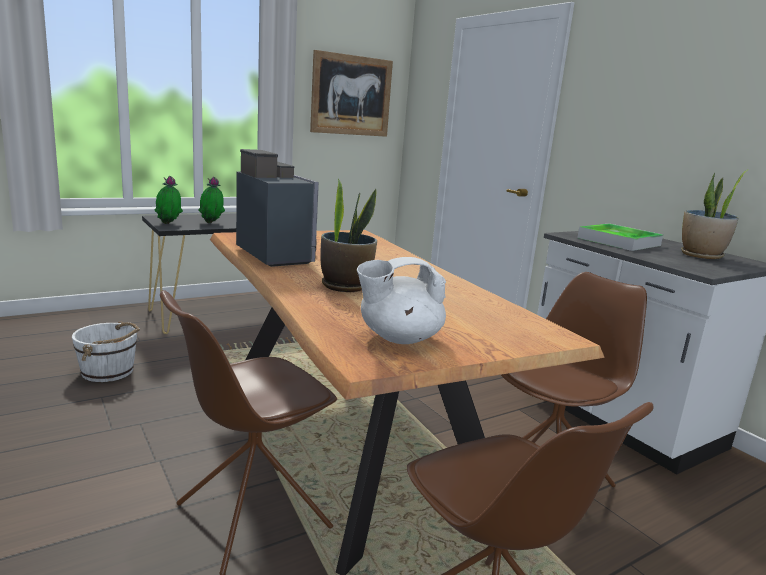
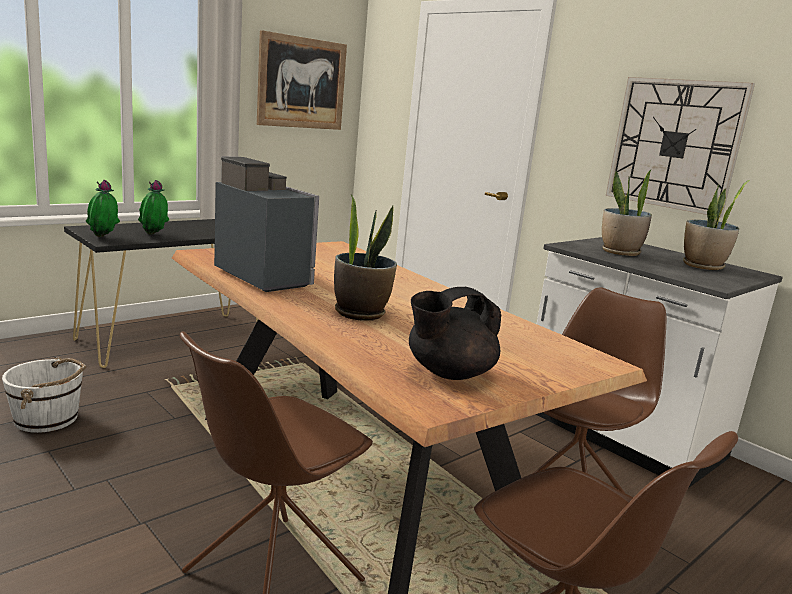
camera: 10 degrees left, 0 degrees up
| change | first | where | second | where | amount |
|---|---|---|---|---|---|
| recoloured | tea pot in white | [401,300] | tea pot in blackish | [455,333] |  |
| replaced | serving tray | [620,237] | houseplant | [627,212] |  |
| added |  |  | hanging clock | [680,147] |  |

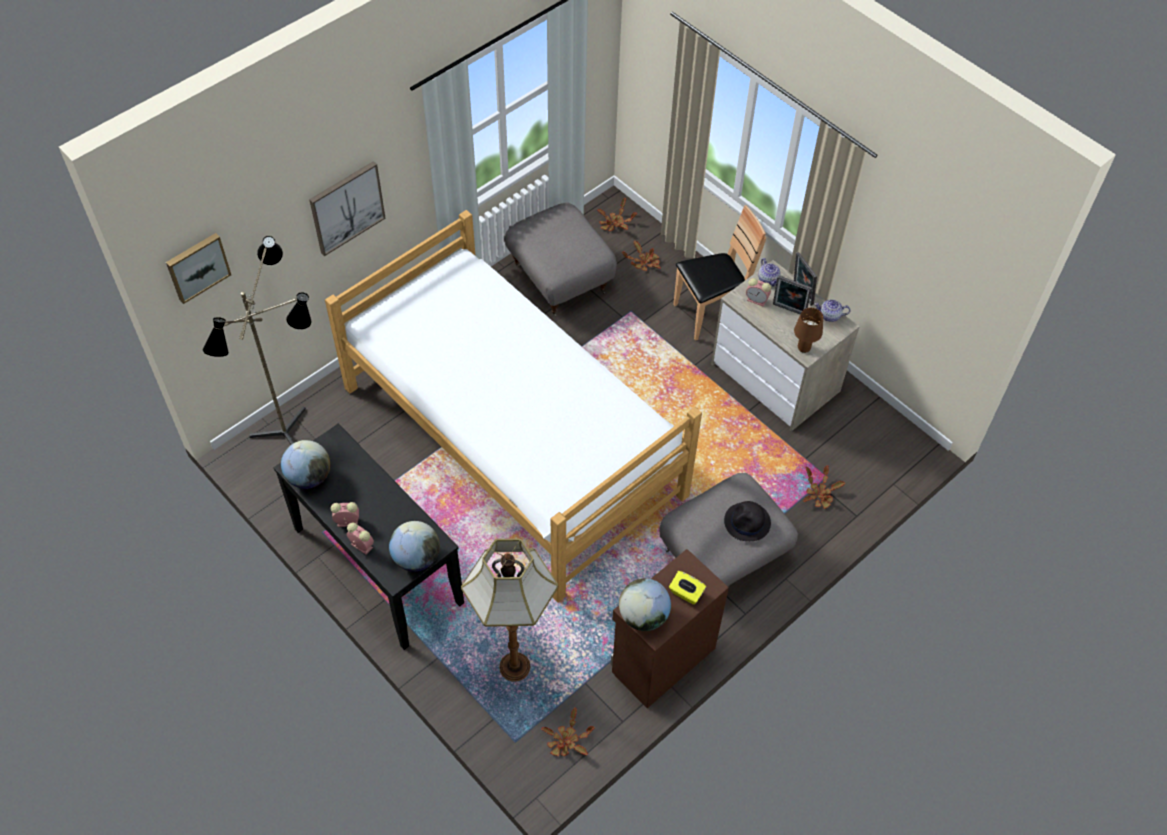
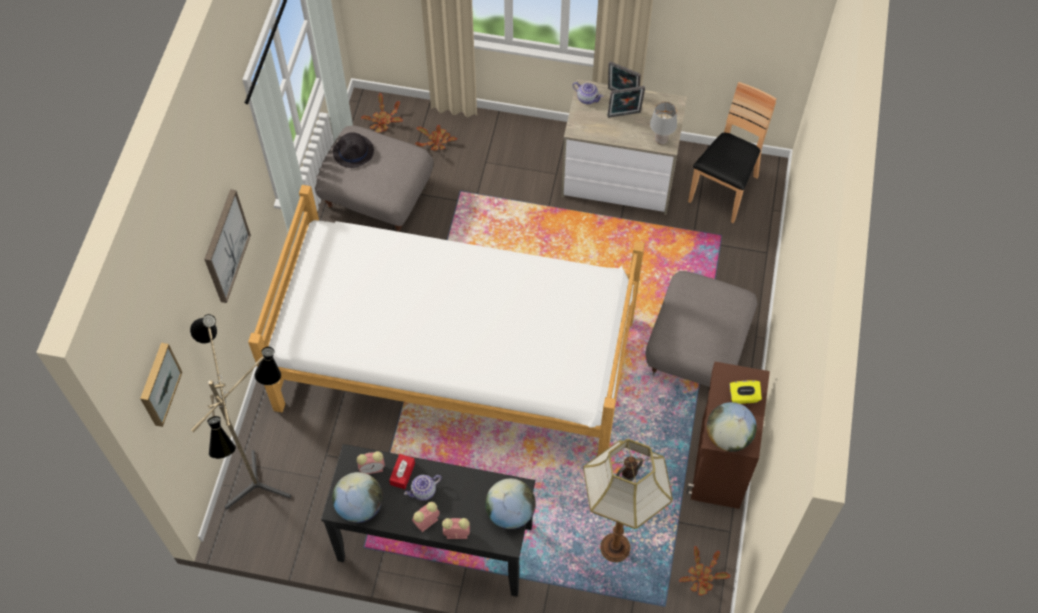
camera: 35 degrees left, 5 degrees up
| change | first | where | second | where | amount |
|---|---|---|---|---|---|
| moved | wearable hat in blackish | [747,521] |  | [353,150] |  |
| moved | bedside clock | [758,292] |  | [371,462] |  |
| added |  |  | tissue box in red | [402,471] |  |
| moved | tea pot | [832,310] |  | [423,488] |  |
| recoloured | lamp for a table in brownish | [808,330] | lamp for a table in gray | [663,123] |  |
| moved | plain chair in brownish | [719,273] |  | [732,152] |  |
| removed | houseplant | [824,487] |  |  |  |

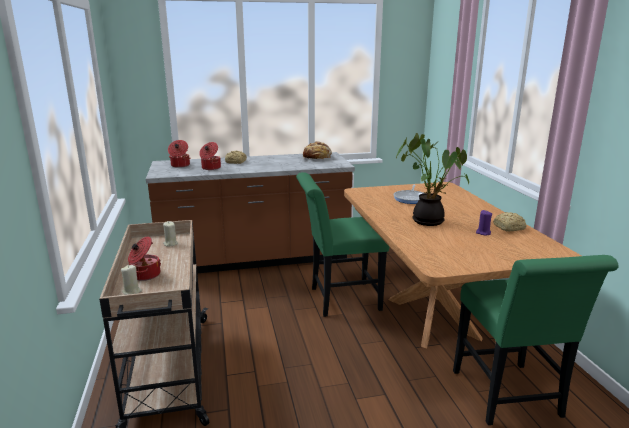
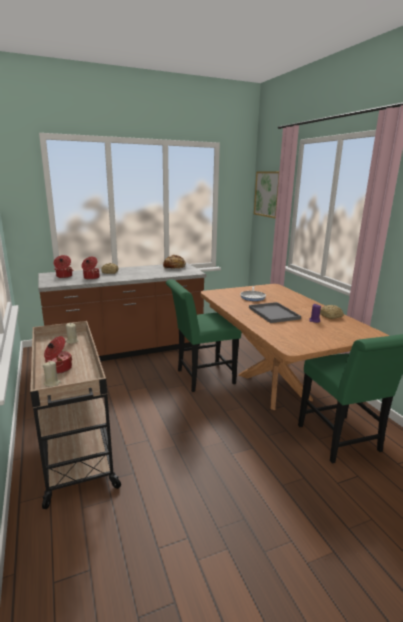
camera: 10 degrees left, 0 degrees up
| change | first | where | second | where | amount |
|---|---|---|---|---|---|
| replaced | houseplant | [432,179] | serving tray in gray | [275,312] |  |
| added |  |  | wall art | [266,195] |  |

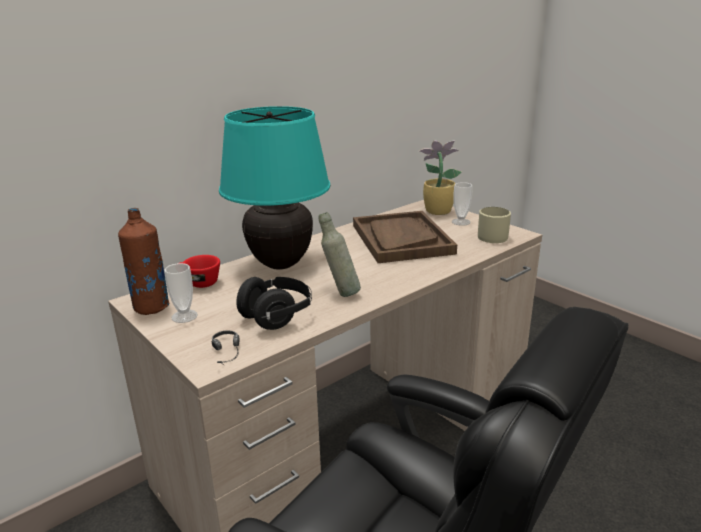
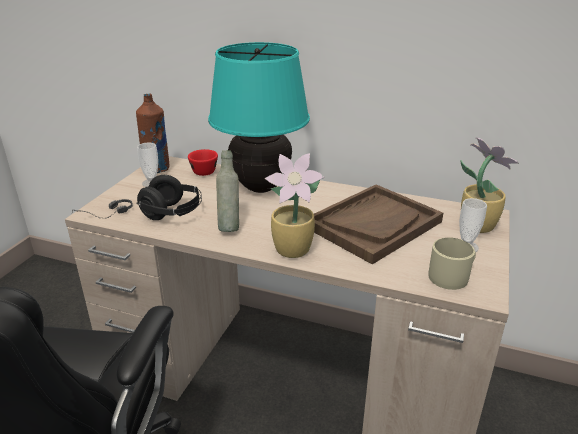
camera: 60 degrees right, 5 degrees up
| change | first | where | second | where | amount |
|---|---|---|---|---|---|
| added |  |  | houseplant | [295,205] |  |

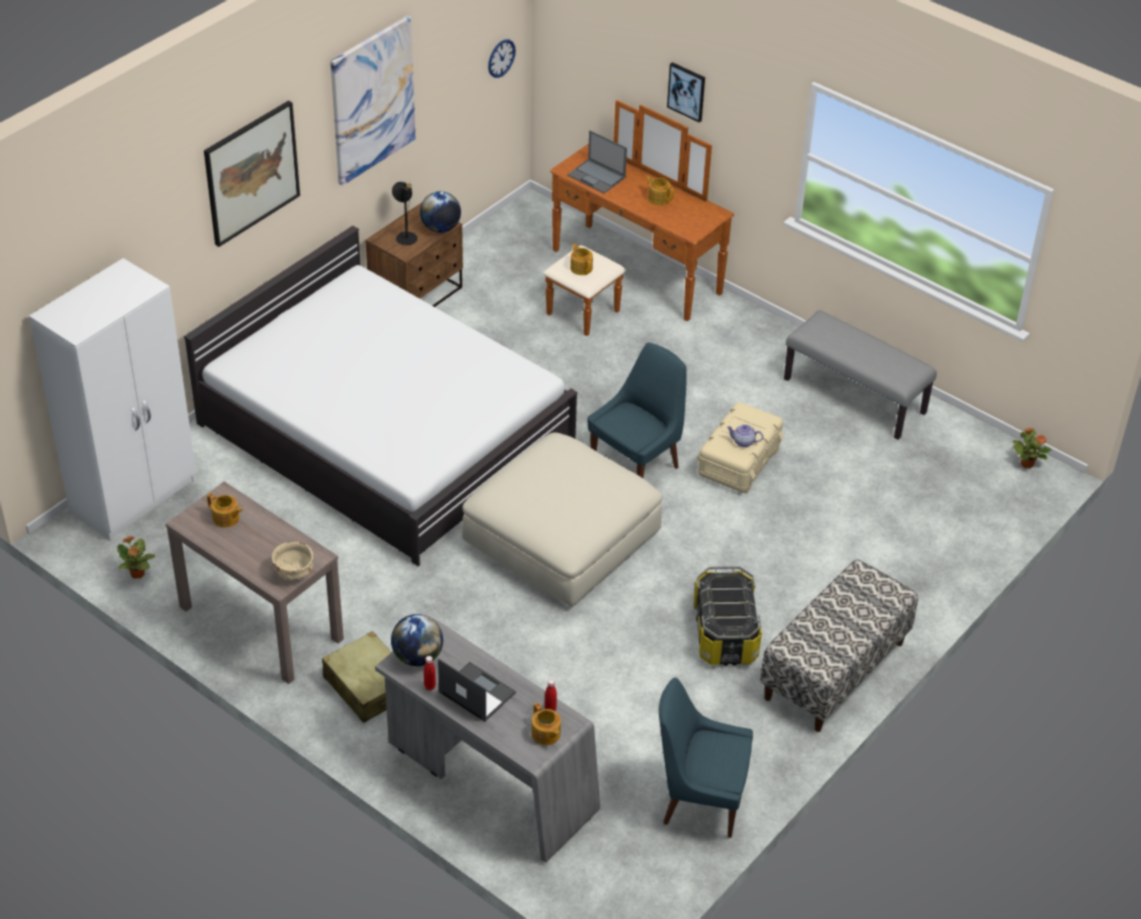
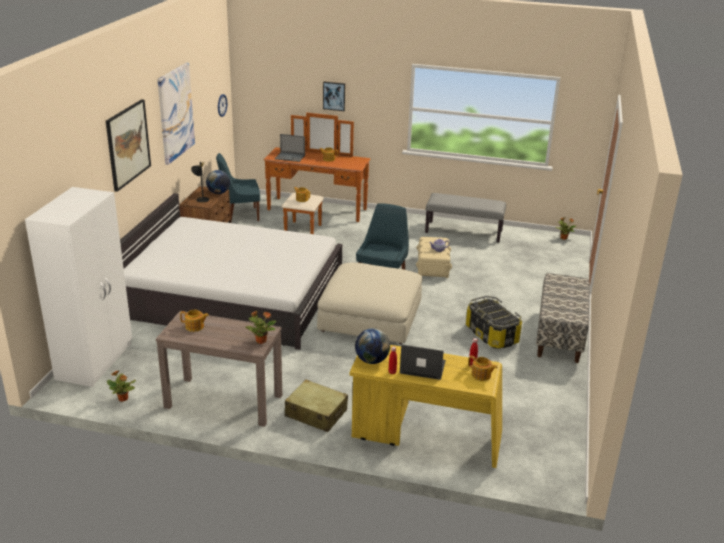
camera: 25 degrees left, 15 degrees down
| change | first | where | second | where | amount |
|---|---|---|---|---|---|
| moved | plain chair in bluish | [706,757] |  | [238,188] |  |
| replaced | deep dish in beige-coloured | [293,561] | houseplant | [260,327] |  |
| recoloured | desk table in gray | [487,740] | desk table in yellowish | [426,406] |  |

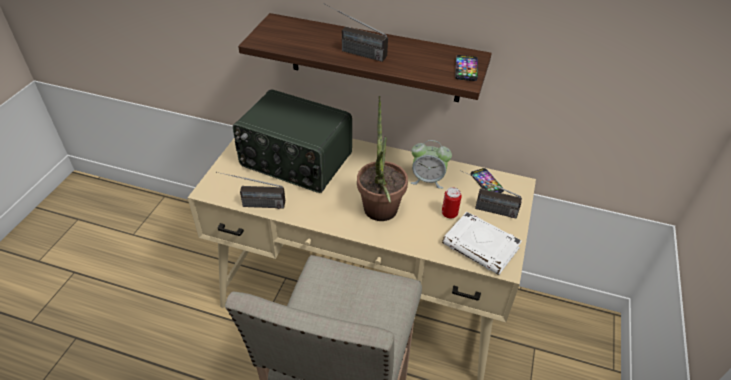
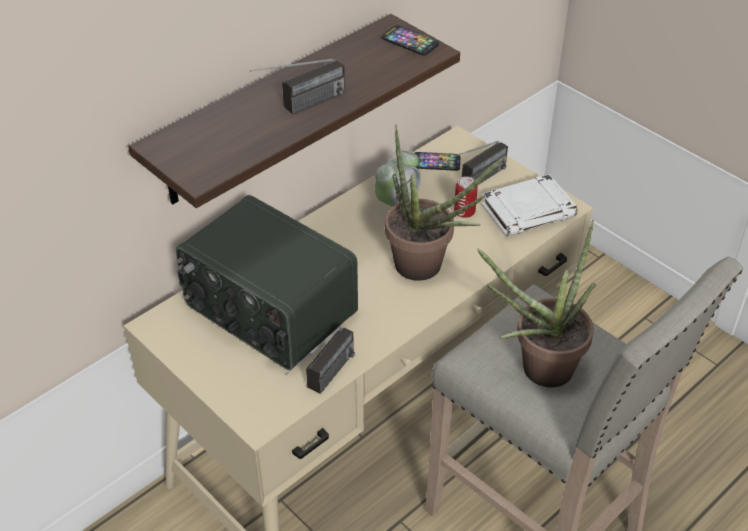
camera: 60 degrees left, 0 degrees up
| change | first | where | second | where | amount |
|---|---|---|---|---|---|
| turned | radio receiver | [292,141] |  | [267,282] | 75 degrees clockwise |
| added |  |  | houseplant | [536,303] |  |

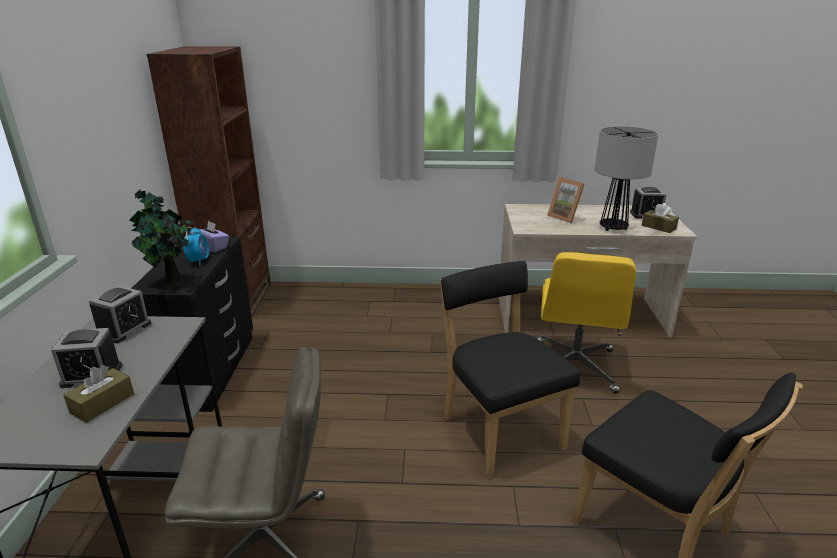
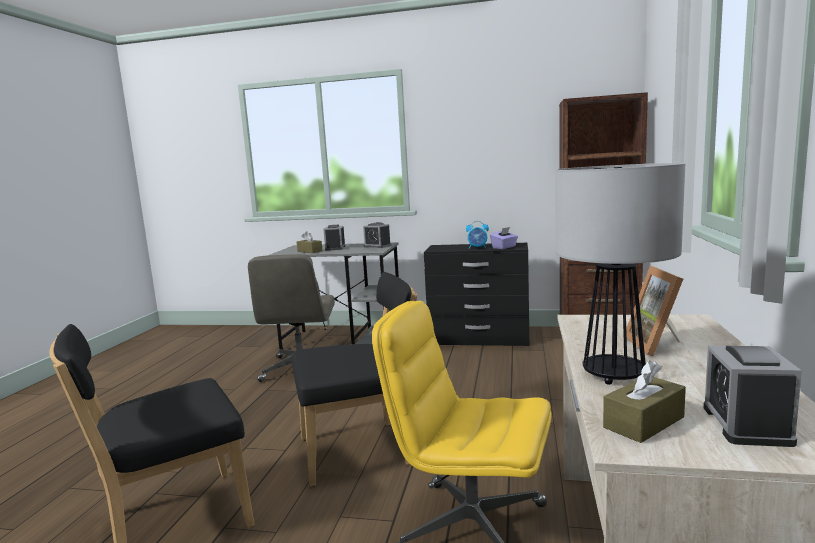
camera: 100 degrees right, 15 degrees down
| change | first | where | second | where | amount |
|---|---|---|---|---|---|
| turned | photo frame | [565,200] |  | [654,311] | 60 degrees counterclockwise |
| removed | houseplant | [162,238] |  |  |  |

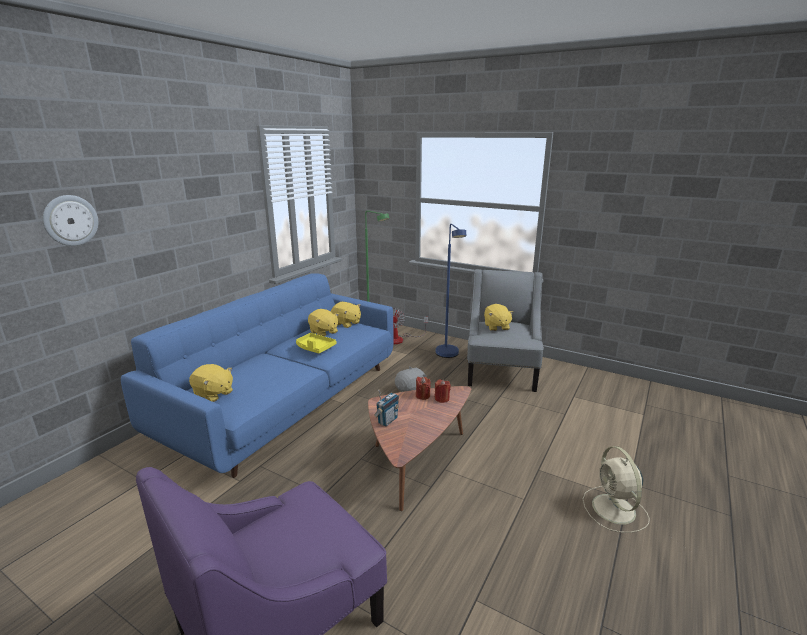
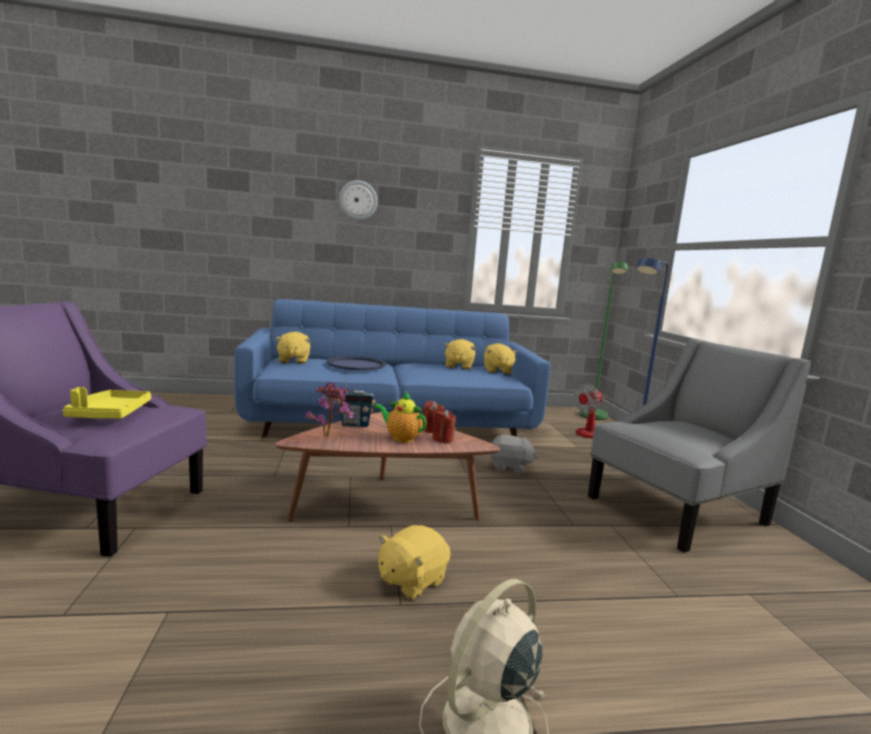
camera: 50 degrees right, 10 degrees down
| change | first | where | second | where | amount |
|---|---|---|---|---|---|
| moved | serving tray in yellowish | [316,343] |  | [107,402] |  |
| added |  |  | houseplant | [329,409] |  |
| added |  |  | serving tray in bluish | [356,363] |  |
| moved | hanging clock | [70,220] |  | [358,200] |  |
| added |  |  | tea pot | [400,417] |  |
| moved | soft toy in yellowish | [499,317] |  | [414,562] |  |

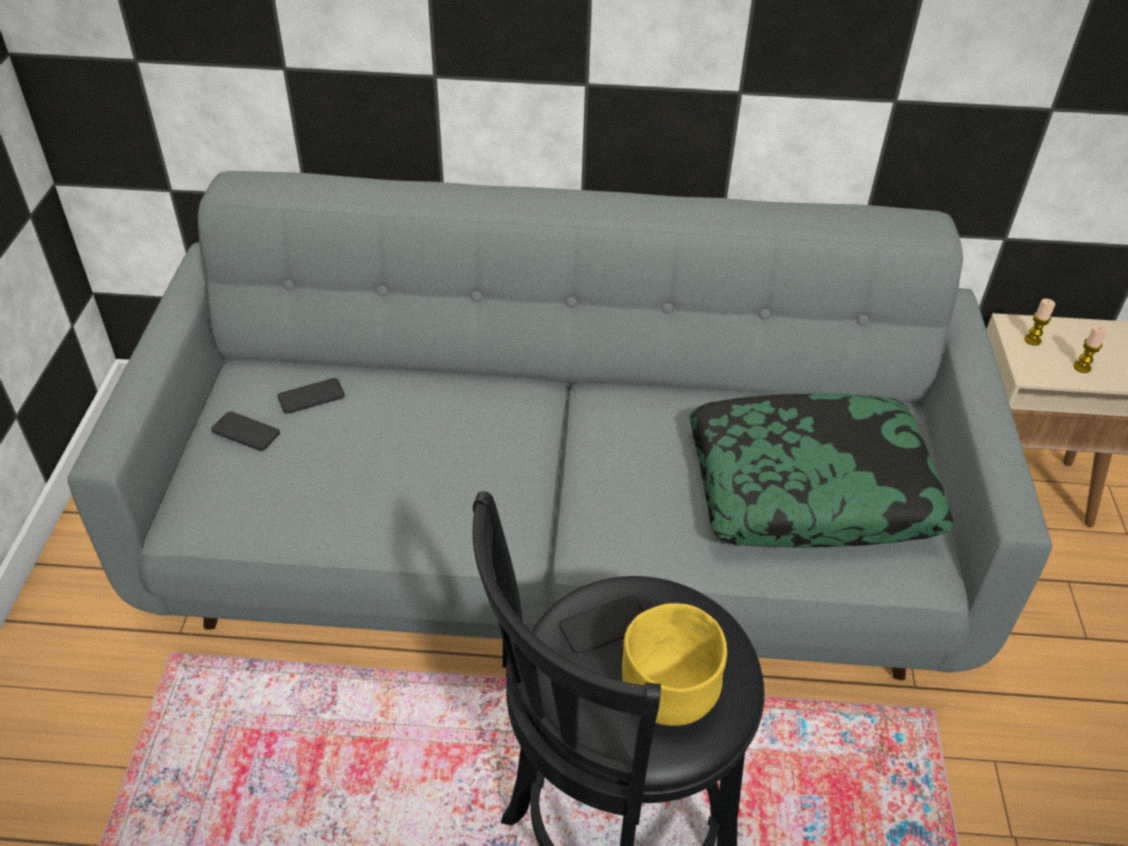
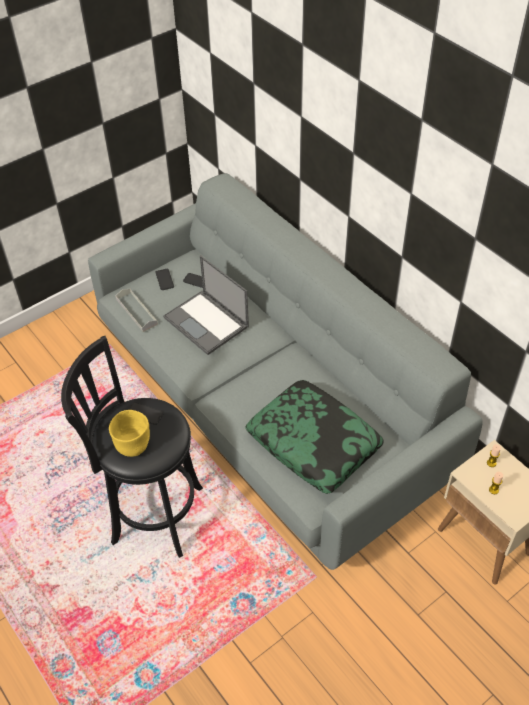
camera: 50 degrees right, 5 degrees up
| change | first | where | second | where | amount |
|---|---|---|---|---|---|
| added |  |  | serving tray in gray | [137,310] |  |
| added |  |  | portable computer | [206,305] |  |

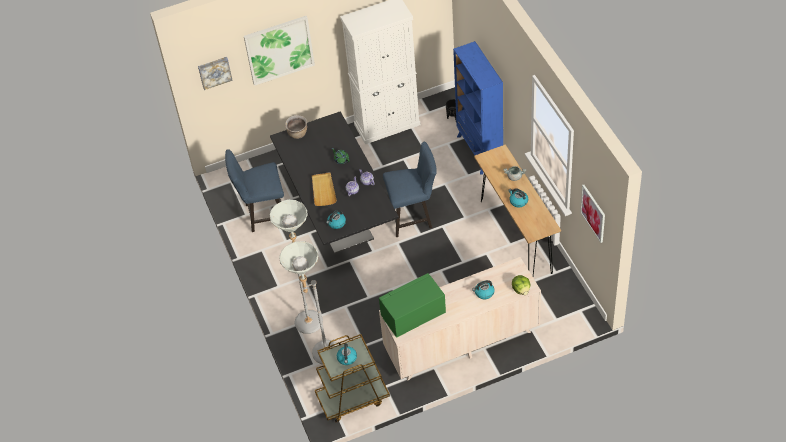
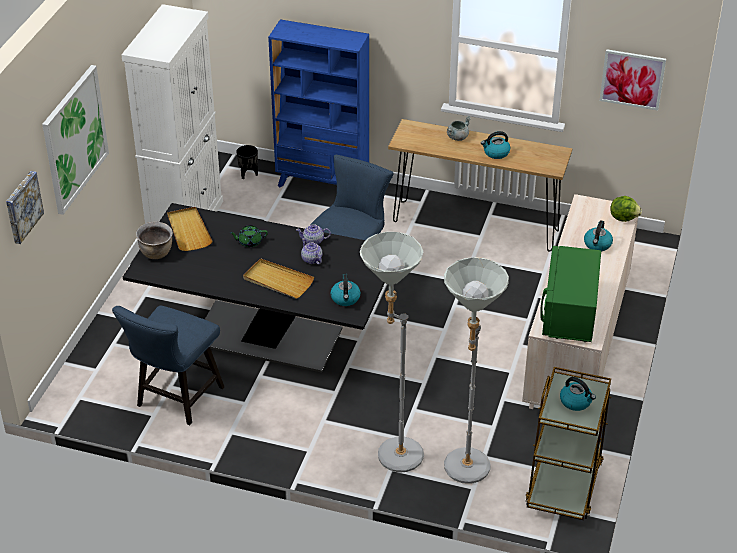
camera: 55 degrees left, 10 degrees down
| change | first | where | second | where | amount |
|---|---|---|---|---|---|
| added |  |  | serving tray in beige-coloured | [190,229] |  |

